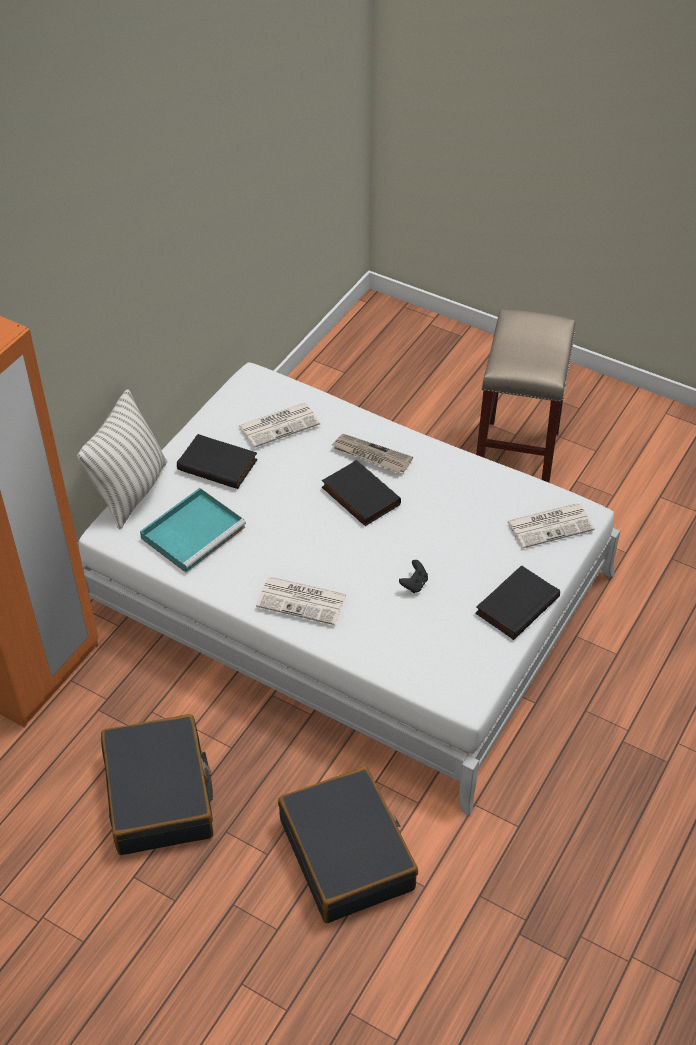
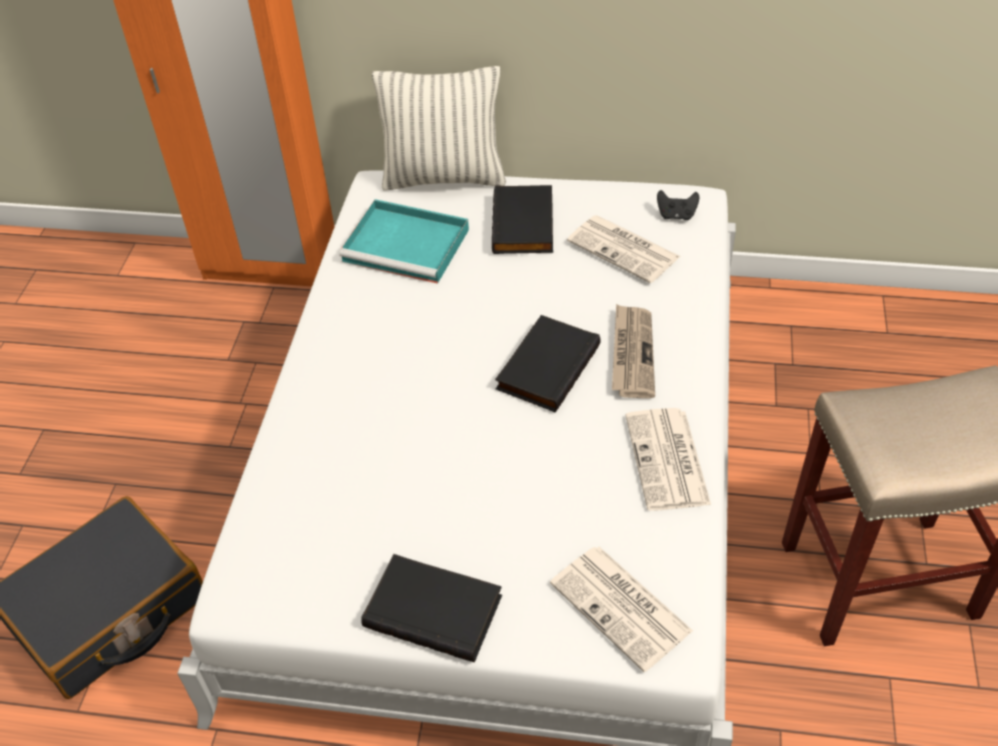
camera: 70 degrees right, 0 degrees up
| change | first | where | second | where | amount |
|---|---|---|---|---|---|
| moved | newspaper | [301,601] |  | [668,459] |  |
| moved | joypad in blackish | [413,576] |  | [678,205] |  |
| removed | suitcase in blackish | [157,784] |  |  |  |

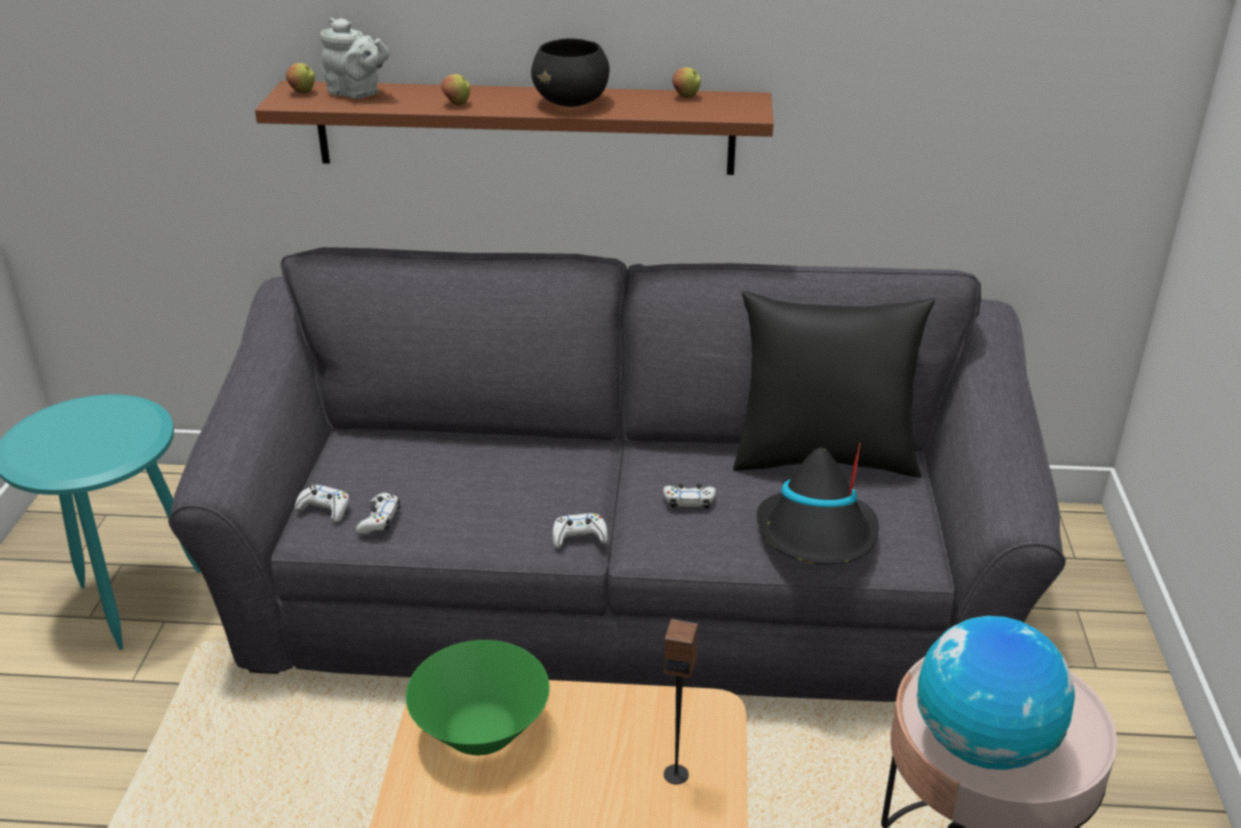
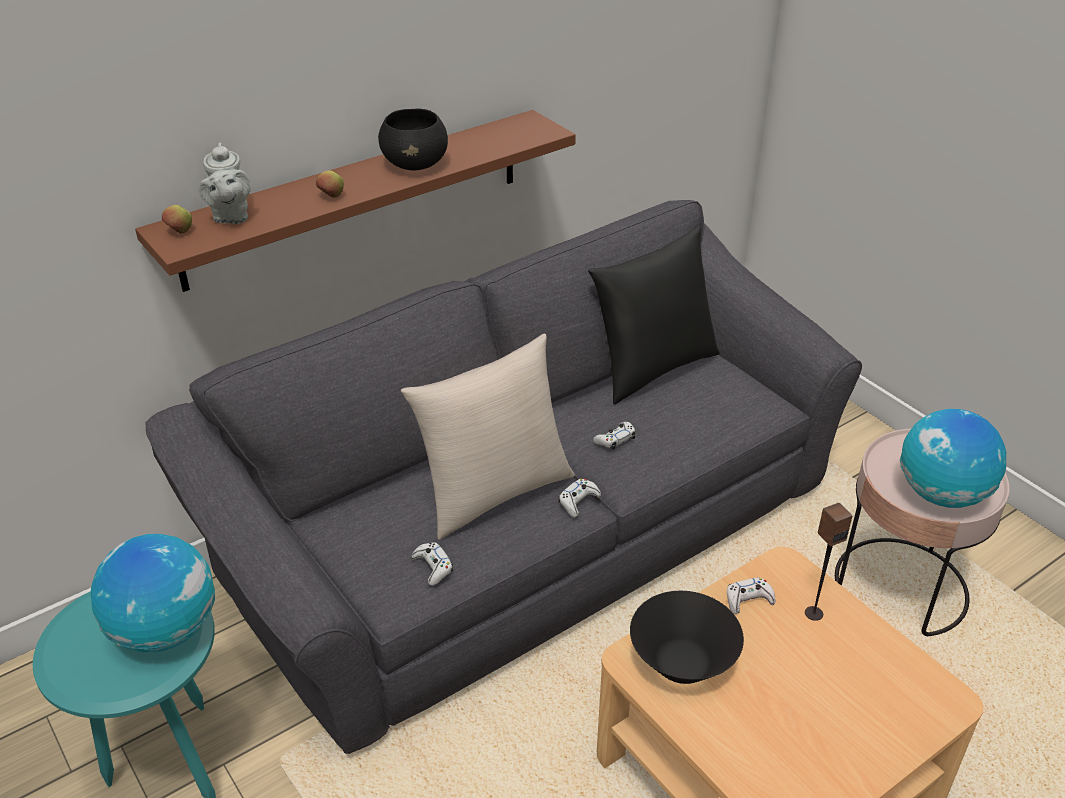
camera: 40 degrees left, 5 degrees up
| change | first | where | second | where | amount |
|---|---|---|---|---|---|
| added |  |  | desk globe | [153,593] |  |
| turned | tea pot in gray | [355,58] |  | [225,183] | 90 degrees clockwise |
| added |  |  | cushion in beige-coloured | [488,436] |  |
| recoloured | deep dish in green-coloured | [478,697] | deep dish in blackish | [687,637] |  |
| moved | joypad in white | [322,503] |  | [751,595] |  |
| removed | apple fruit | [686,82] |  |  |  |
| removed | wearable hat in blackish | [818,503] |  |  |  |

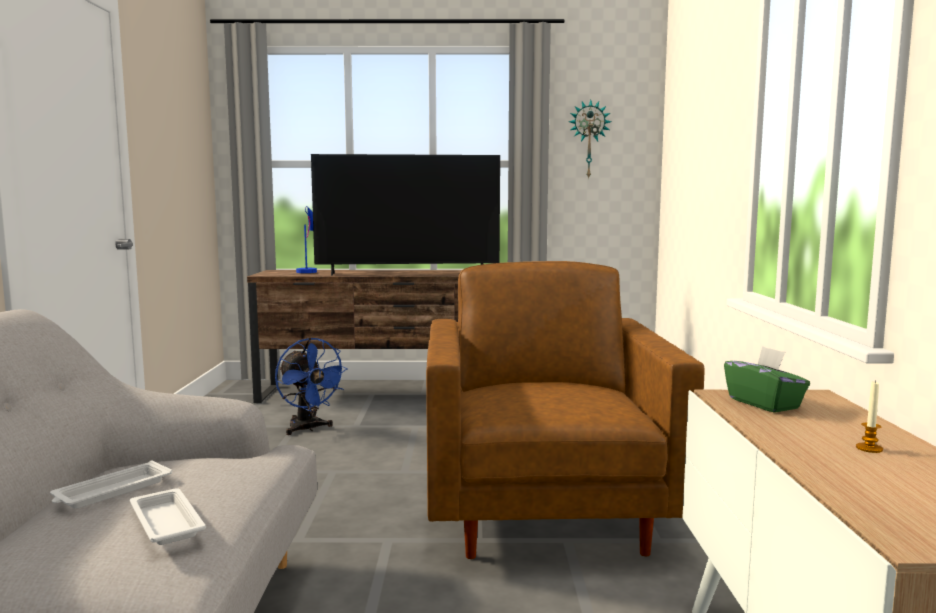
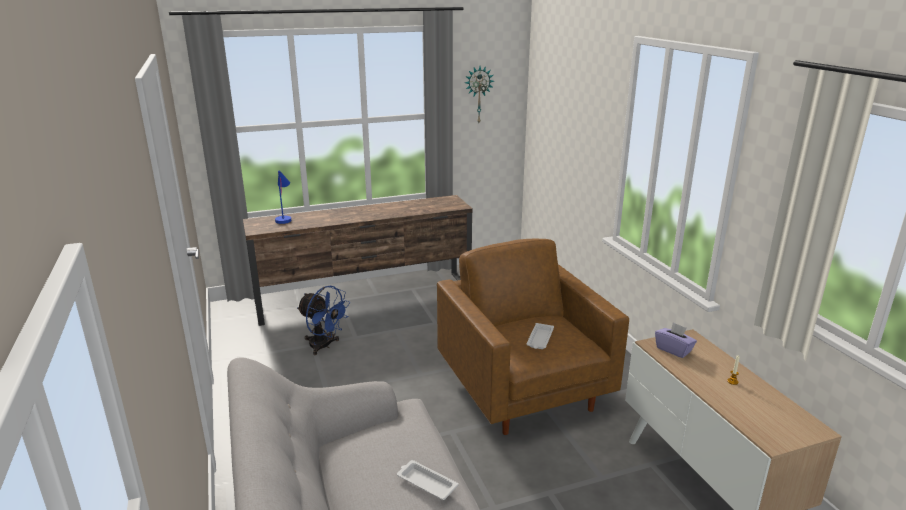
camera: 20 degrees left, 15 degrees up
| change | first | where | second | where | amount |
|---|---|---|---|---|---|
| moved | serving tray in white | [111,485] |  | [540,336] |  |
| recoloured | tissue box in green-coloured | [767,379] | tissue box in purplish | [676,340] |  |
| removed | TV set | [405,215] |  |  |  |

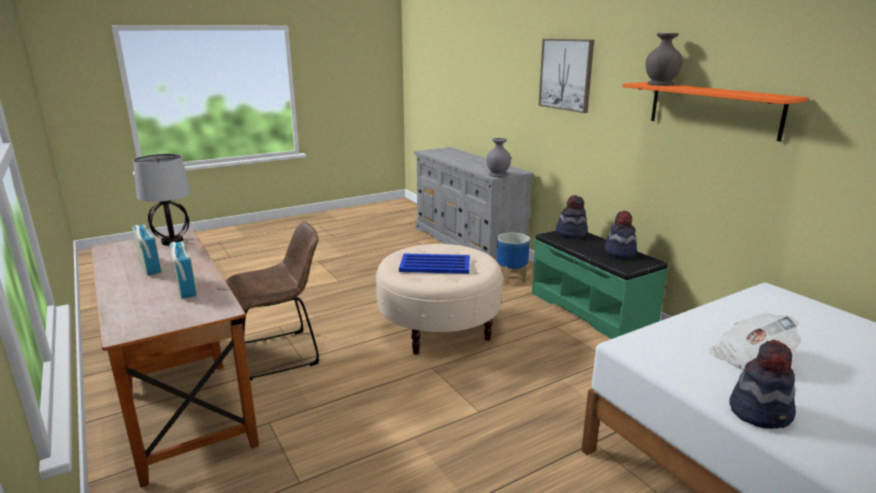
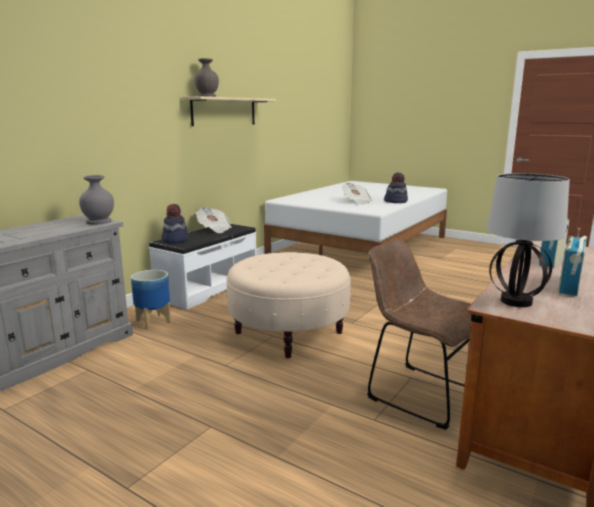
camera: 115 degrees left, 5 degrees down
| change | first | where | second | where | amount |
|---|---|---|---|---|---|
| recoloured | long seat in green-coloured | [600,285] | long seat in white | [202,267] |  |
| recoloured | bracket shelf in orange | [715,112] | bracket shelf in beige-coloured | [229,111] |  |
| replaced | wearable hat | [621,235] | newspaper | [214,220] |  |
| removed | serving tray in bluish | [434,264] |  |  |  |
| removed | wall art | [566,76] |  |  |  |

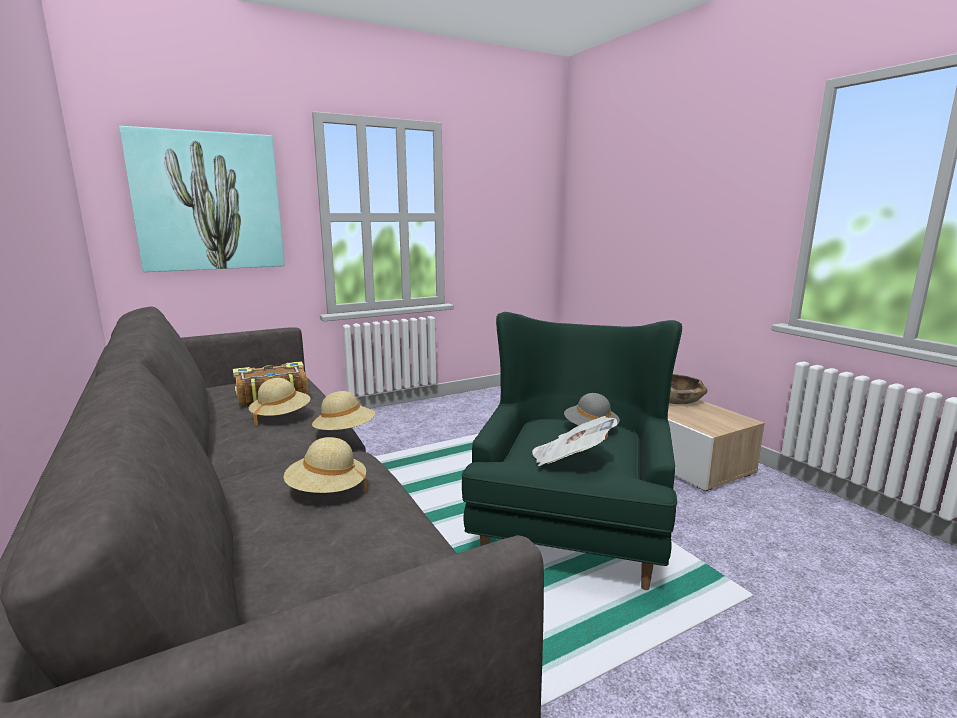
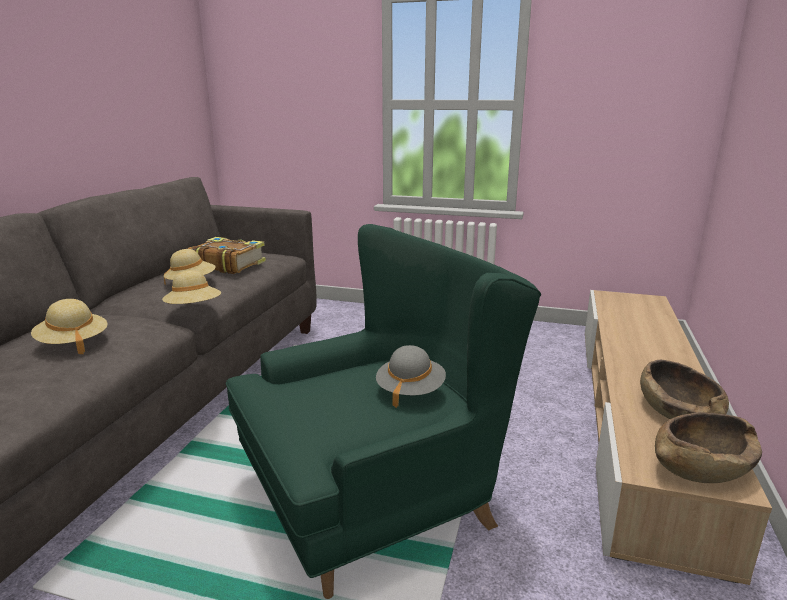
camera: 45 degrees right, 5 degrees up
| change | first | where | second | where | amount |
|---|---|---|---|---|---|
| added |  |  | deep dish in brownish | [708,447] |  |
| removed | wall art | [202,199] |  |  |  |
| removed | newspaper | [575,441] |  |  |  |

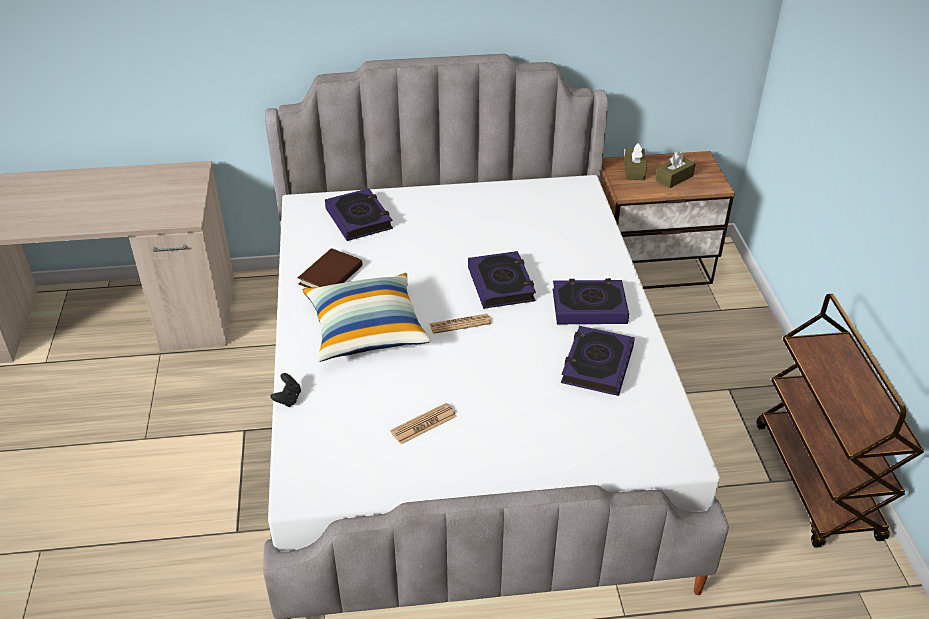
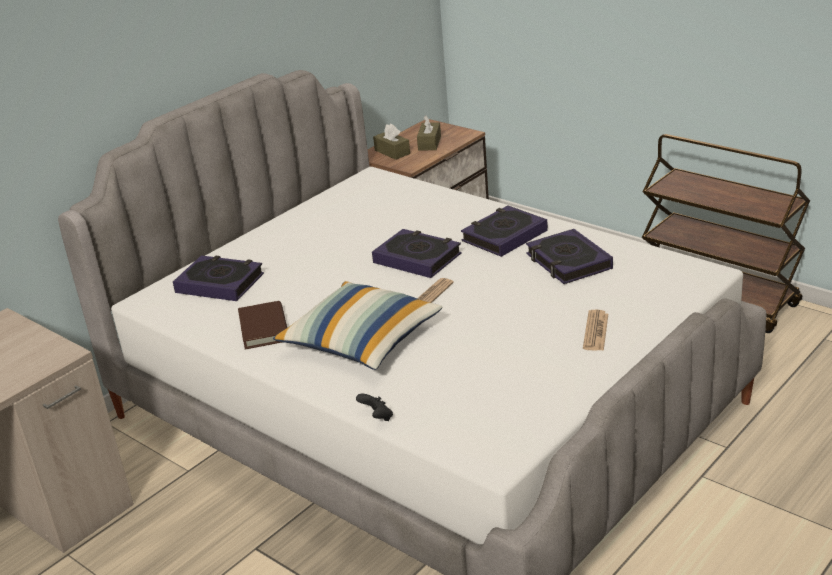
camera: 40 degrees left, 10 degrees down
| change | first | where | second | where | amount |
|---|---|---|---|---|---|
| moved | newspaper | [423,423] |  | [595,330] |  |

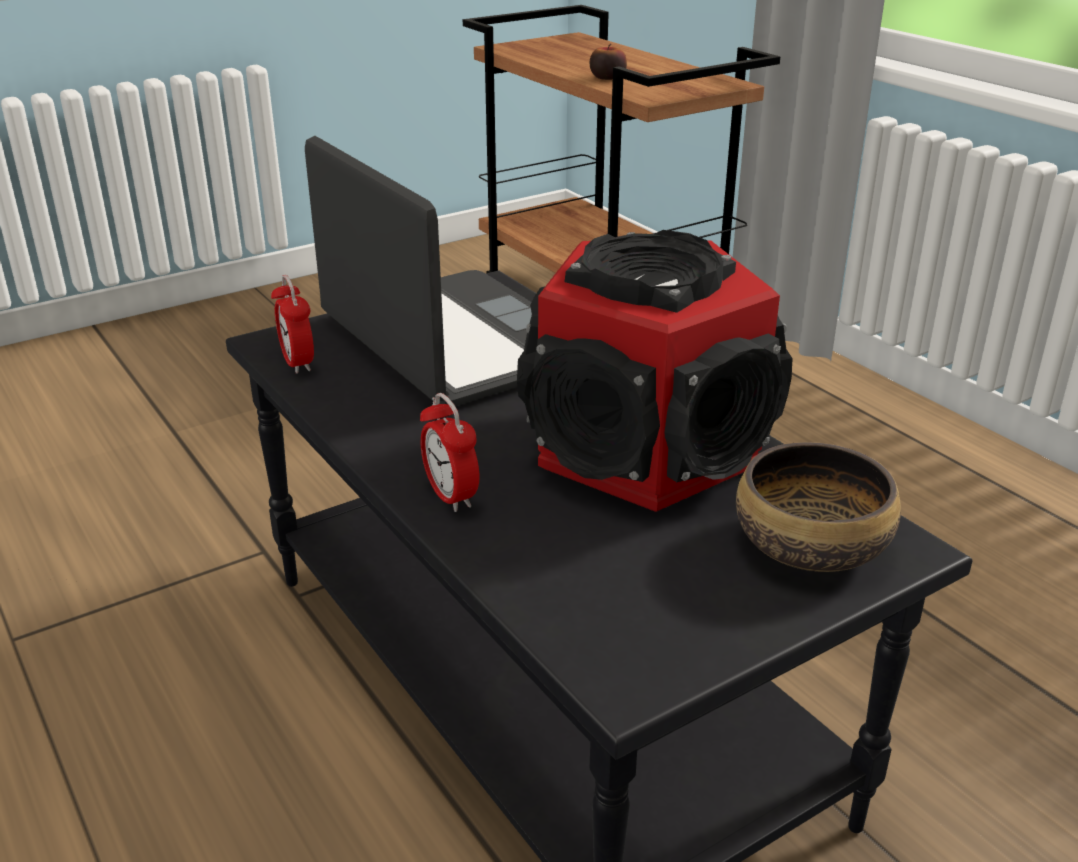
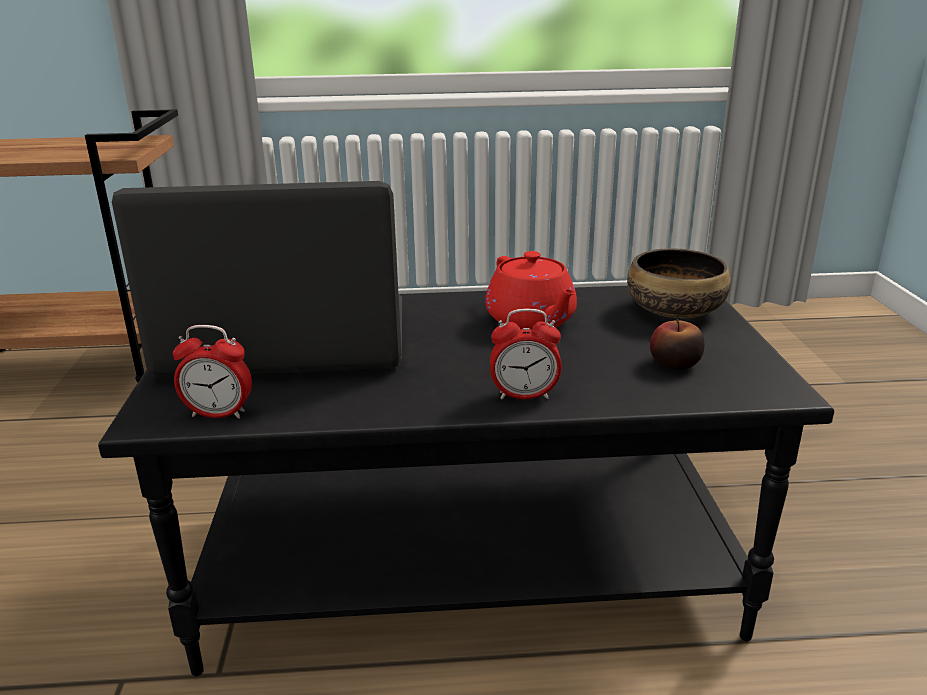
camera: 60 degrees left, 5 degrees down
| change | first | where | second | where | amount |
|---|---|---|---|---|---|
| replaced | audio speaker | [655,371] | tea pot in red | [531,290] |  |
| moved | apple fruit | [608,62] |  | [677,344] |  |

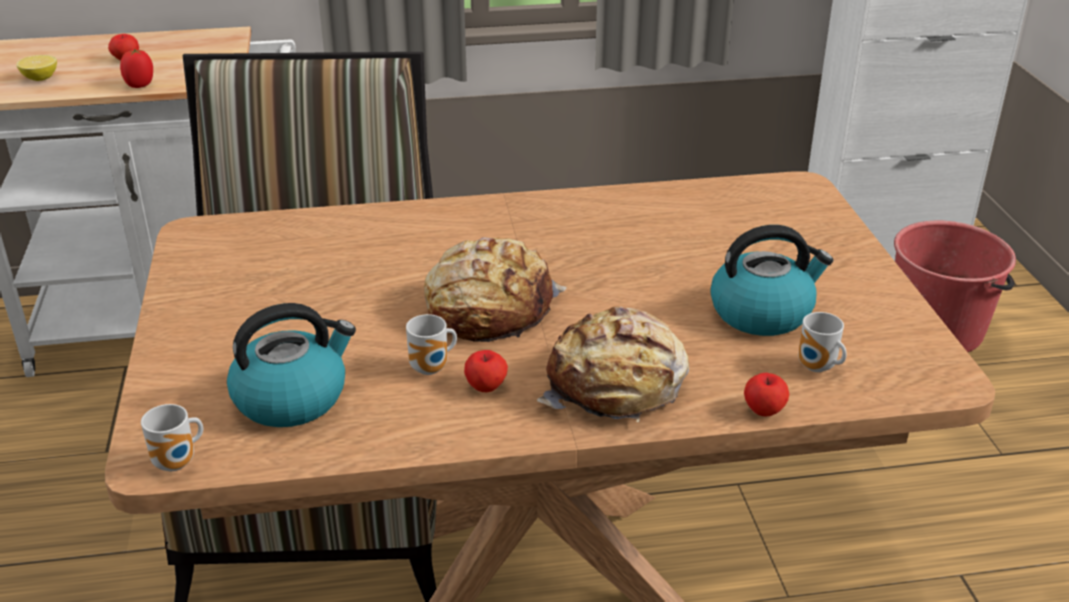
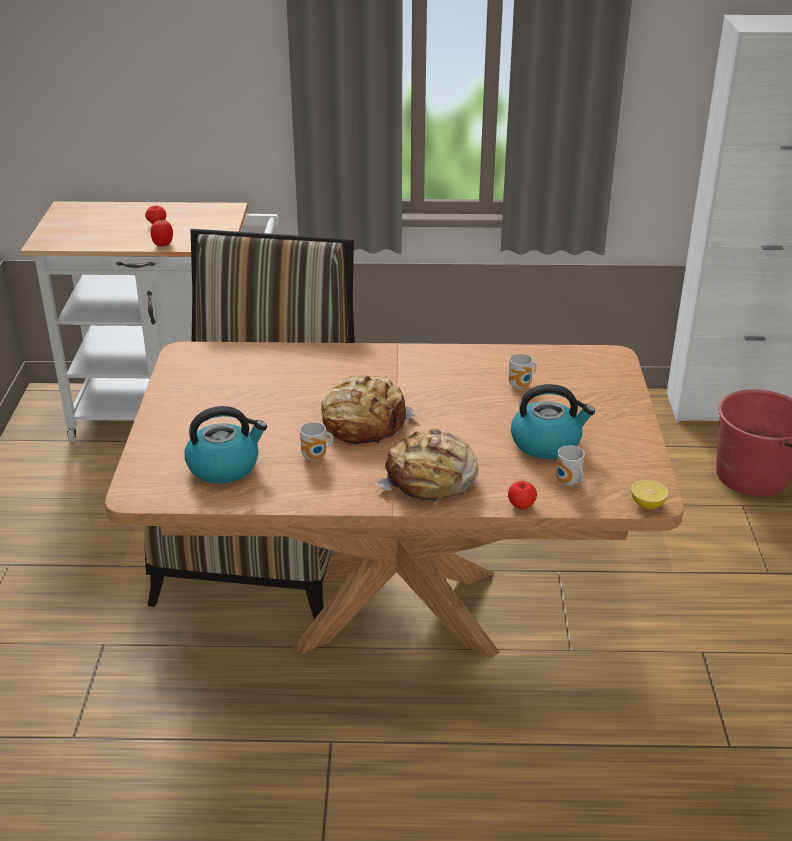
camera: 10 degrees right, 0 degrees up
| change | first | where | second | where | amount |
|---|---|---|---|---|---|
| moved | coffee mug | [172,437] |  | [522,371] |  |
| moved | whole lemon | [36,68] |  | [649,494] |  |
| removed | apple fruit | [486,371] |  |  |  |

